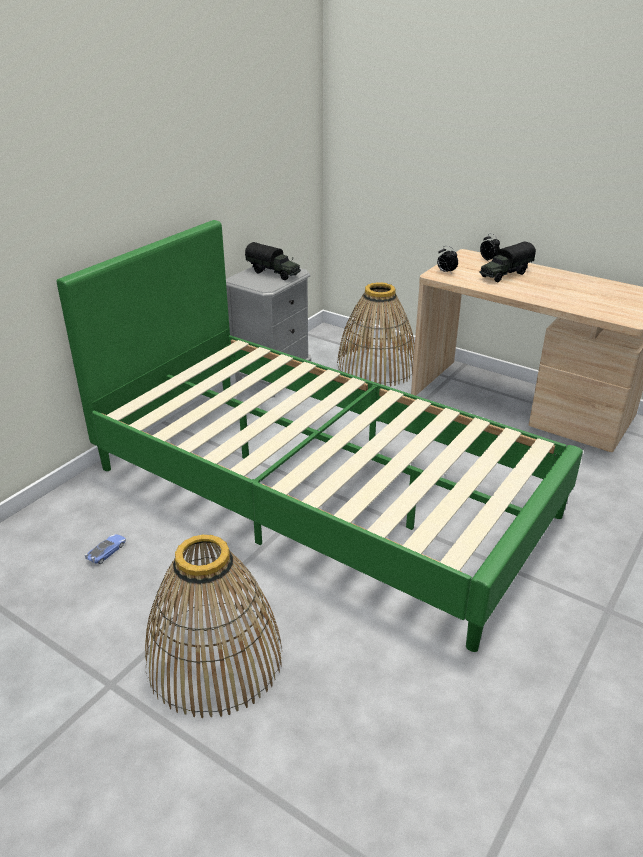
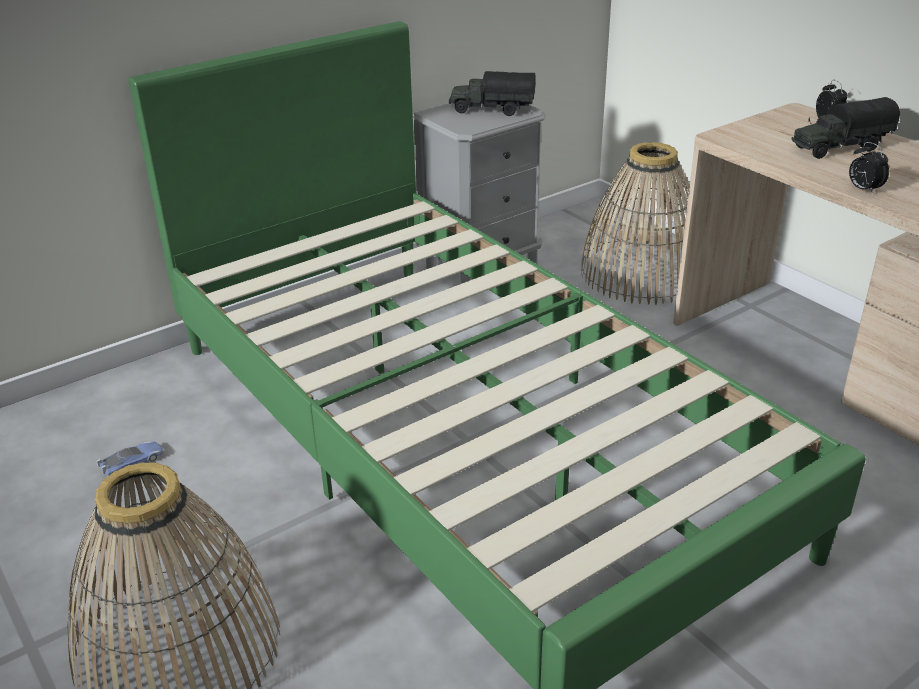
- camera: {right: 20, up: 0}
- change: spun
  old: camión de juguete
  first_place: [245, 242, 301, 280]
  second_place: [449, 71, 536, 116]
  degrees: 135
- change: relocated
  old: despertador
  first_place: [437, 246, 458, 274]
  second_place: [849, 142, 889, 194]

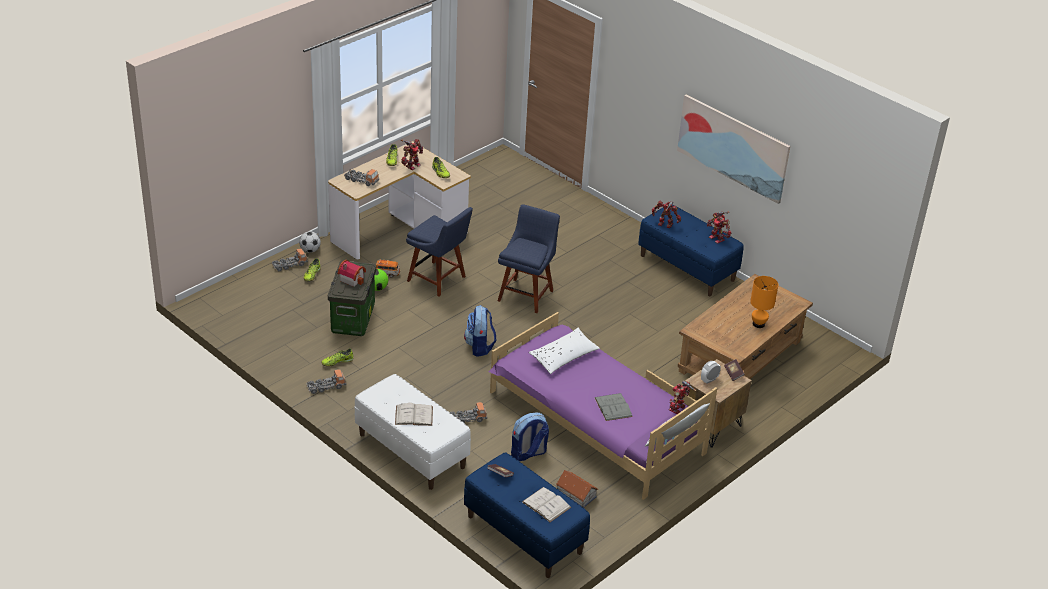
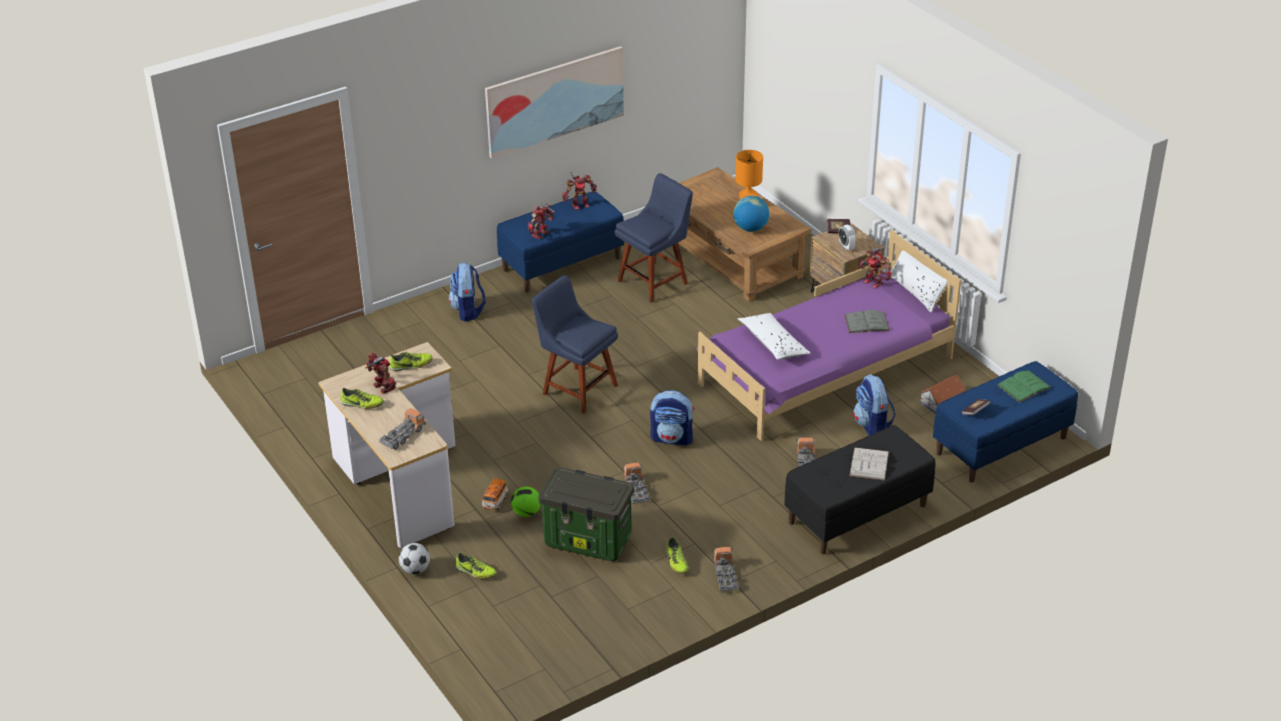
- camera: {right: -75, up: 0}
- change: relocated
  old: silla/azul
  first_place: [406, 207, 473, 297]
  second_place: [615, 173, 693, 303]
- change: relocated
  old: camión de juguete
  first_place: [272, 249, 308, 271]
  second_place: [623, 463, 650, 504]
- change: missing
  old: casita
  first_place: [338, 260, 366, 287]
- change: colour
  old: banco/blanco
  new: banco/negro
  first_place: [354, 374, 471, 490]
  second_place: [784, 425, 936, 554]
- change: colour
  old: libro/blanco
  new: libro/verde
  first_place: [522, 487, 571, 522]
  second_place: [997, 370, 1052, 402]
- change: appeared
  new: globo terráqueo
  second_place: [733, 196, 769, 232]
- change: appeared
  new: mochila
  second_place: [448, 262, 486, 322]

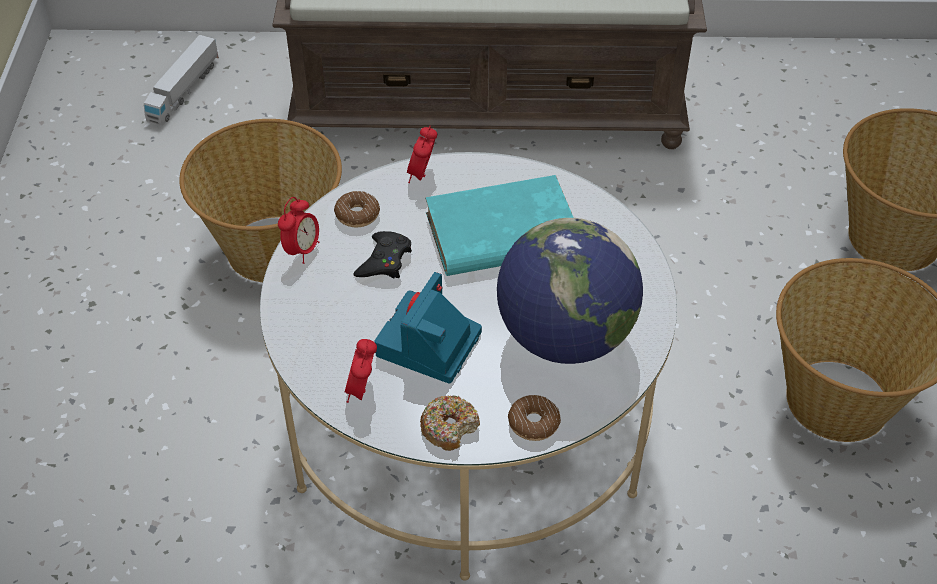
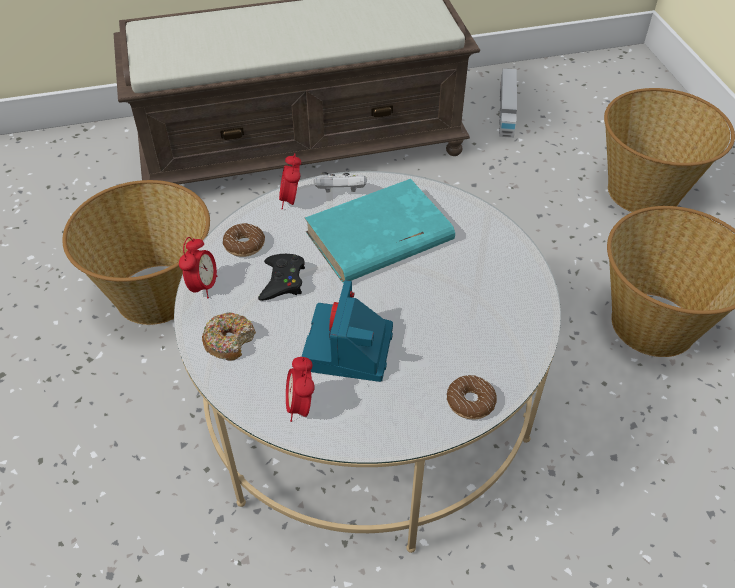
- camera: {right: -15, up: 0}
- change: relocated
  old: camión de juguete
  first_place: [144, 35, 219, 126]
  second_place: [499, 68, 517, 138]
- change: missing
  old: globo terráqueo
  first_place: [497, 218, 643, 364]
- change: relocated
  old: rosquilla
  first_place: [420, 395, 480, 451]
  second_place: [202, 313, 256, 361]
- change: appeared
  new: mando de consola/blanco
  second_place: [314, 172, 367, 193]

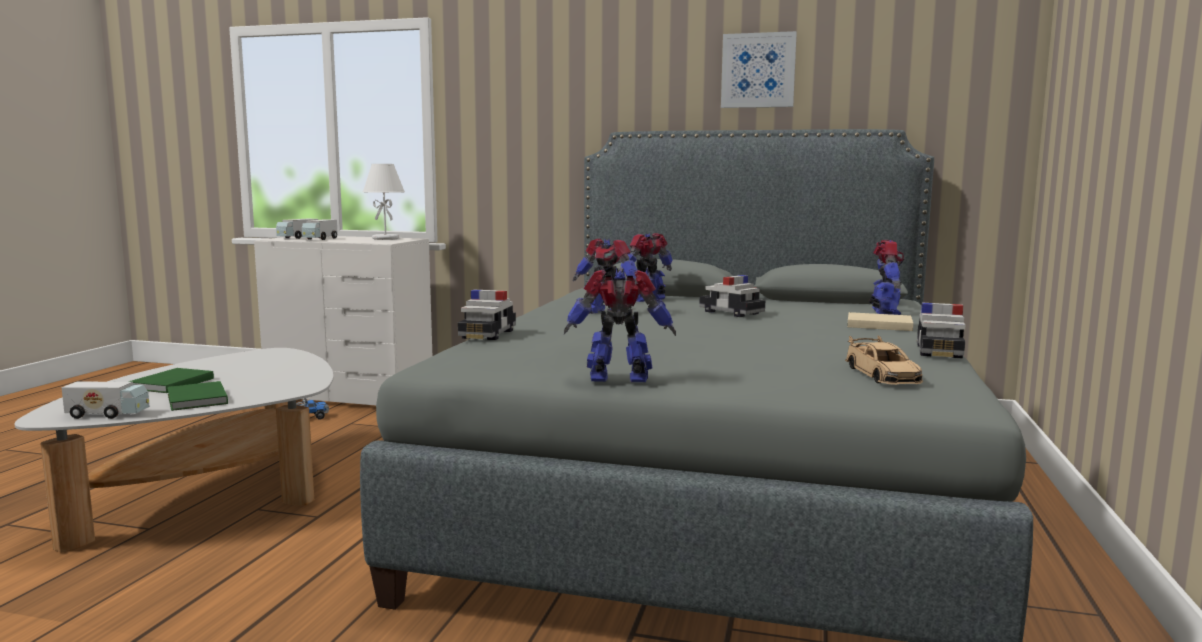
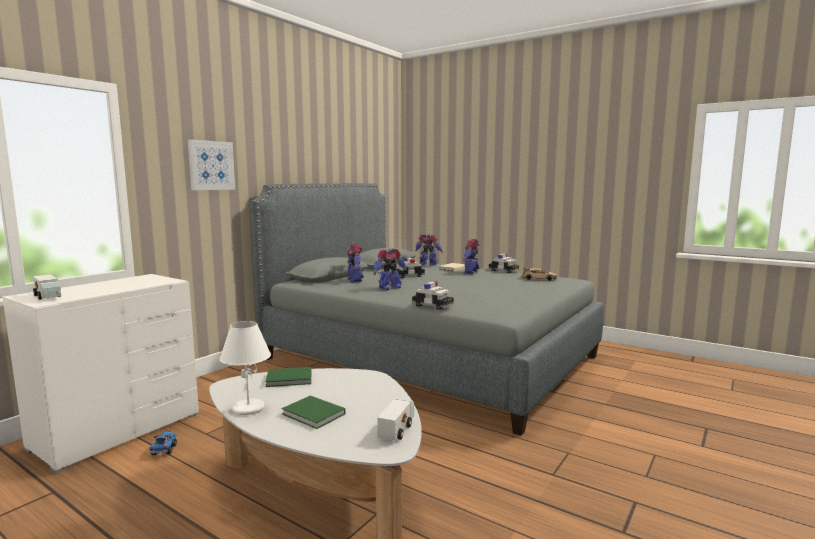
- camera: {right: -70, up: 0}
- change: relocated
  old: cuadro
  first_place: [721, 31, 797, 108]
  second_place: [188, 139, 235, 190]
- change: relocated
  old: lámpara de mesa/blanco
  first_place: [363, 164, 405, 240]
  second_place: [219, 321, 271, 415]
- change: missing
  old: camión de juguete
  first_place: [302, 219, 338, 240]
- change: relocated
  old: robot de juguete
  first_place: [564, 268, 676, 382]
  second_place: [463, 239, 480, 274]
- change: relocated
  old: libro/verde
  first_place: [167, 381, 228, 411]
  second_place: [265, 367, 311, 387]

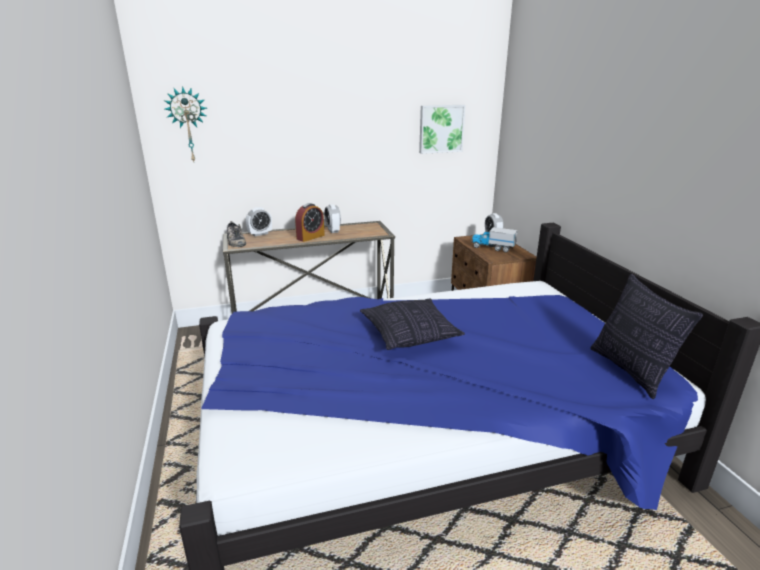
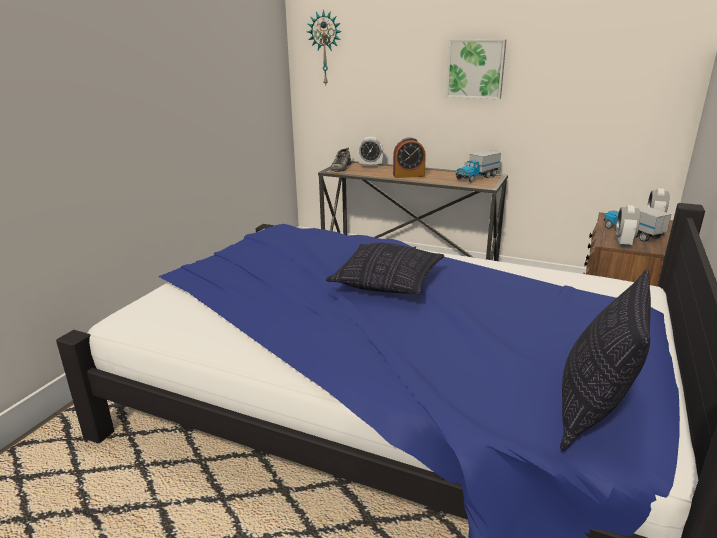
- camera: {right: 40, up: 0}
- change: relocated
  old: cuadro
  first_place: [419, 105, 466, 154]
  second_place: [446, 39, 507, 99]
- change: relocated
  old: despertador
  first_place: [324, 204, 341, 233]
  second_place: [616, 205, 640, 247]
- change: appeared
  new: camión de juguete
  second_place: [456, 150, 501, 182]

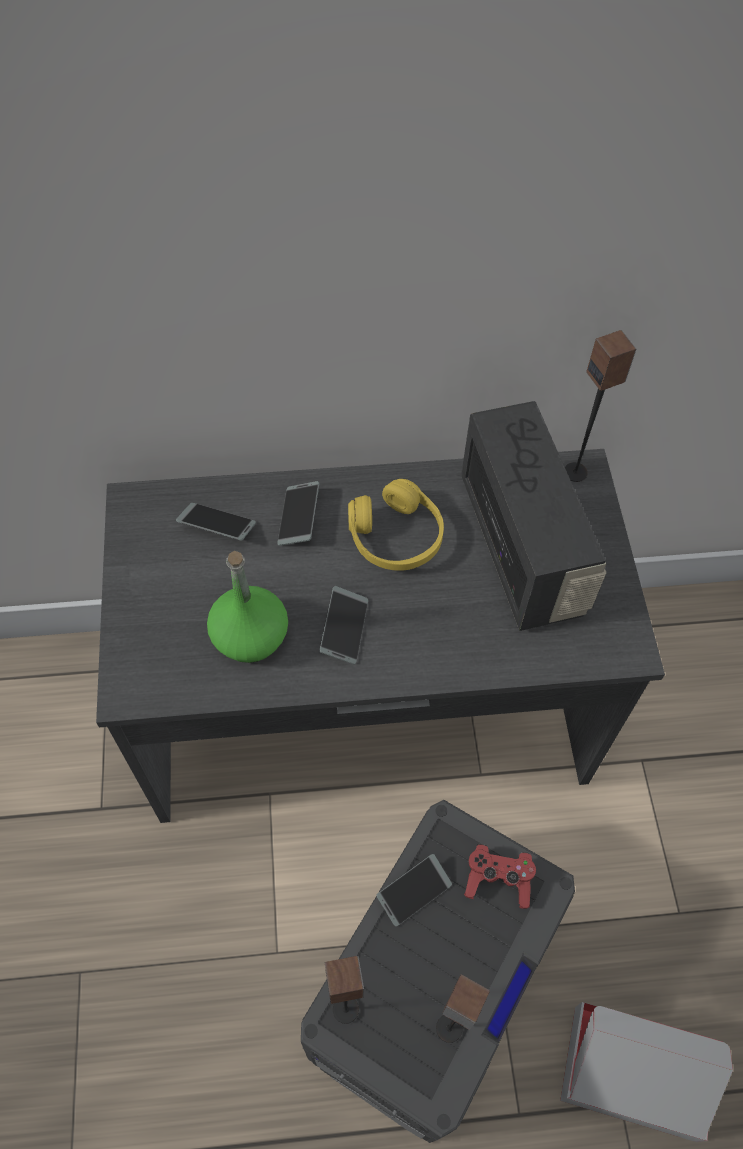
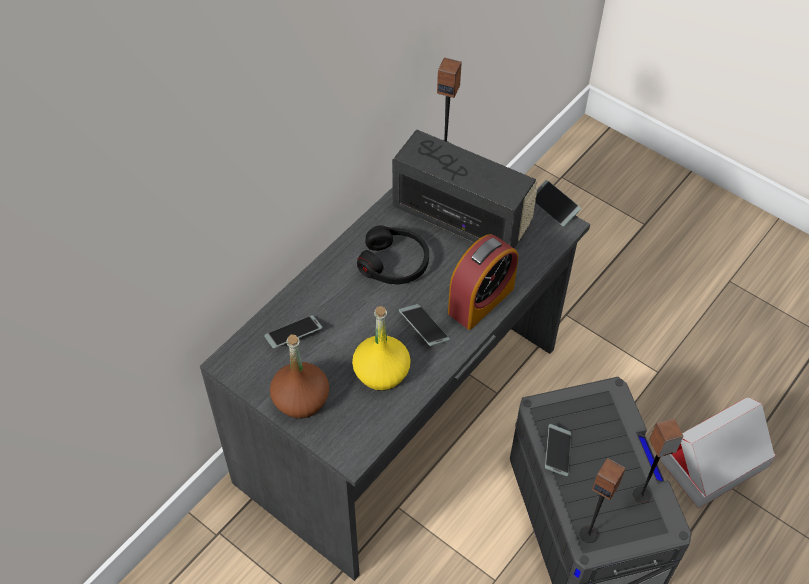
- camera: {right: -45, up: -5}
- change: colour
  old: auriculares/amarillo
  new: auriculares/negro
  first_place: [348, 479, 444, 571]
  second_place: [357, 226, 429, 285]
- change: relocated
  old: móvil
  first_place: [278, 481, 319, 546]
  second_place: [535, 180, 581, 227]
- change: colour
  old: botella/verde
  new: botella/amarillo
  first_place: [207, 551, 288, 663]
  second_place: [352, 306, 411, 391]
- change: missing
  old: mando de consola/rojo
  first_place: [464, 844, 536, 909]
- change: appeared
  new: despertador
  second_place: [448, 234, 518, 330]
- change: appeared
  new: botella/marrón
  second_place: [270, 334, 329, 419]

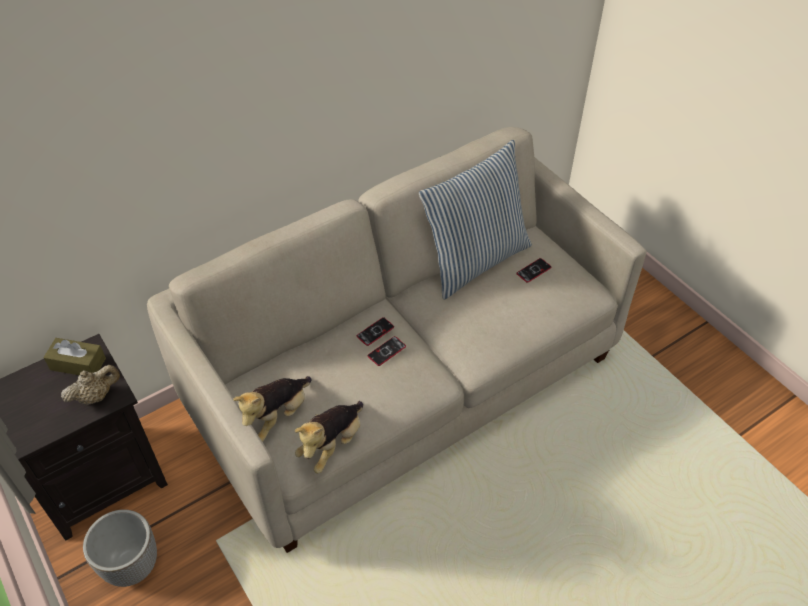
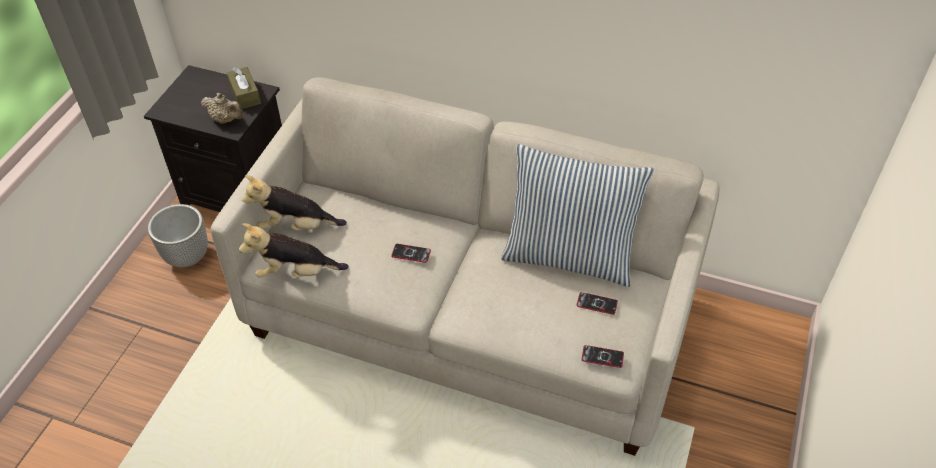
- camera: {right: 55, up: 0}
- change: relocated
  old: móvil
  first_place: [357, 317, 394, 346]
  second_place: [582, 345, 624, 368]

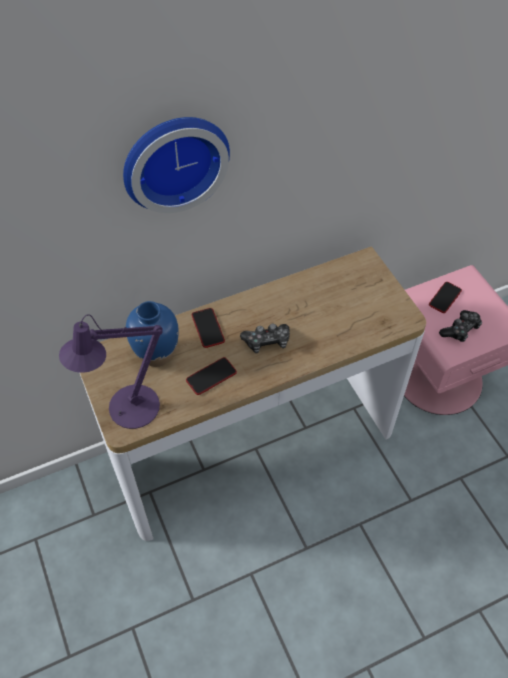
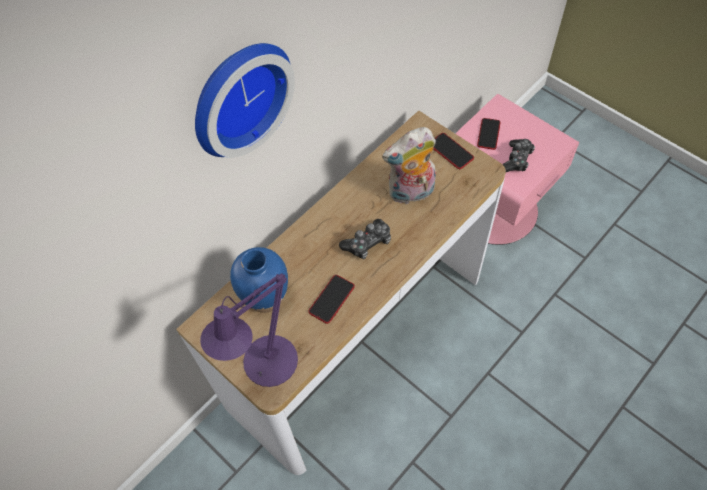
- camera: {right: -20, up: 5}
- change: relocated
  old: móvil
  first_place: [192, 308, 225, 348]
  second_place: [433, 133, 474, 169]
- change: appeared
  new: peluche
  second_place: [382, 127, 436, 204]

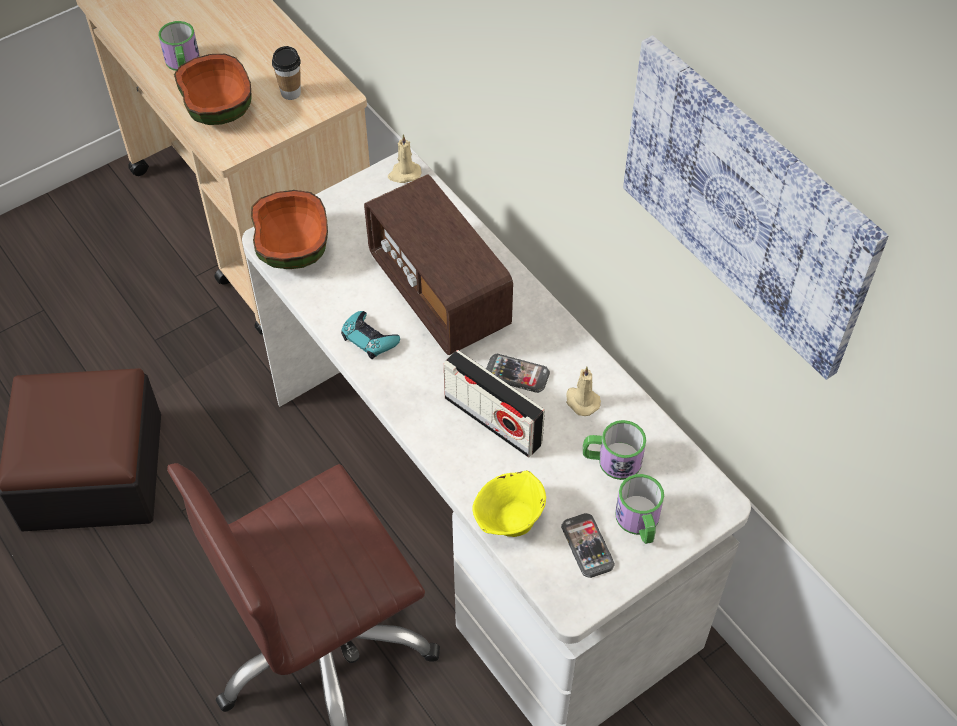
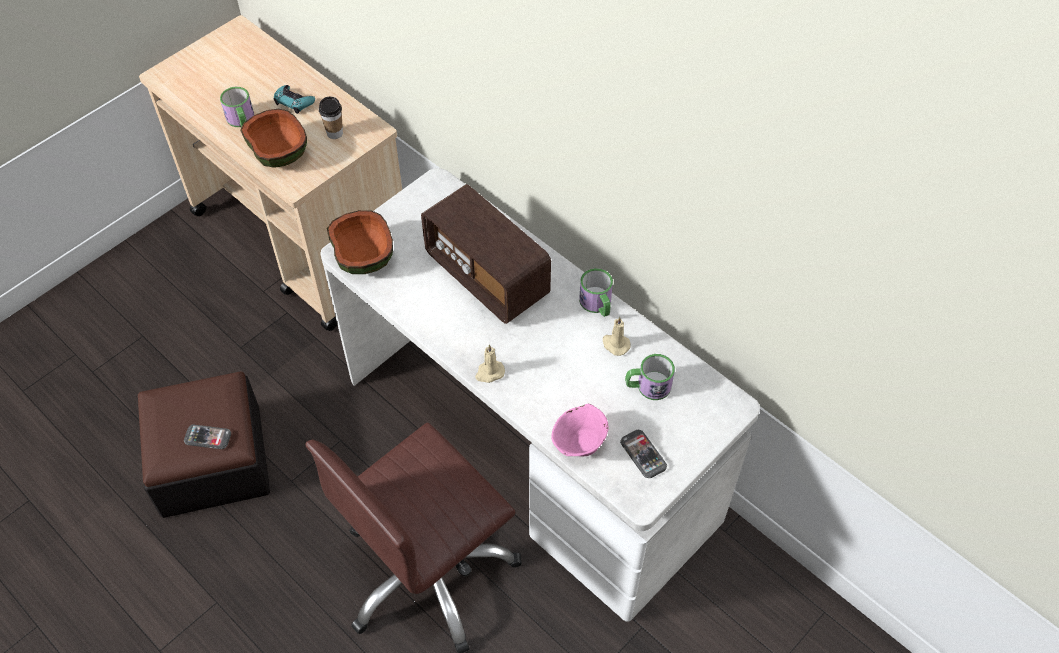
- camera: {right: -10, up: 0}
- change: missing
  old: cuadro
  first_place: [623, 35, 888, 380]
- change: relocated
  old: vela/beis
  first_place: [388, 134, 422, 183]
  second_place: [475, 344, 505, 383]
- change: relocated
  old: mando de consola/turquesa
  first_place: [341, 311, 400, 359]
  second_place: [274, 85, 315, 114]
- change: missing
  old: radio
  first_place: [443, 350, 545, 457]
- change: relocated
  old: móvil
  first_place: [486, 354, 550, 393]
  second_place: [184, 425, 231, 449]
- change: colour
  old: cuenco/amarillo
  new: cuenco/rosa
  first_place: [472, 471, 546, 537]
  second_place: [551, 404, 609, 457]
- change: relocated
  old: taza grande
  first_place: [615, 474, 664, 544]
  second_place: [579, 268, 613, 317]

